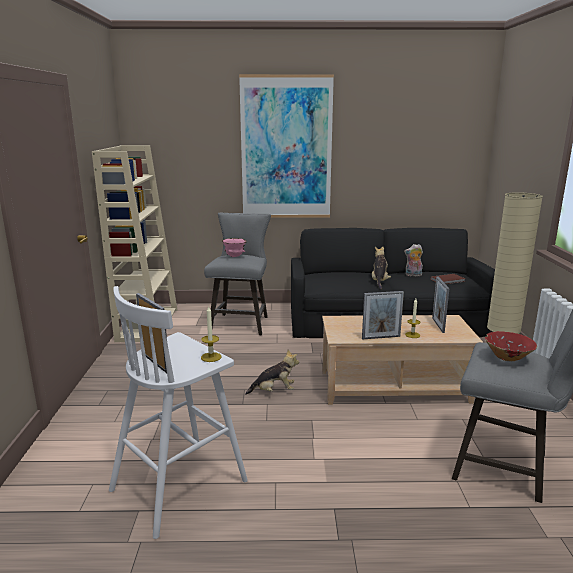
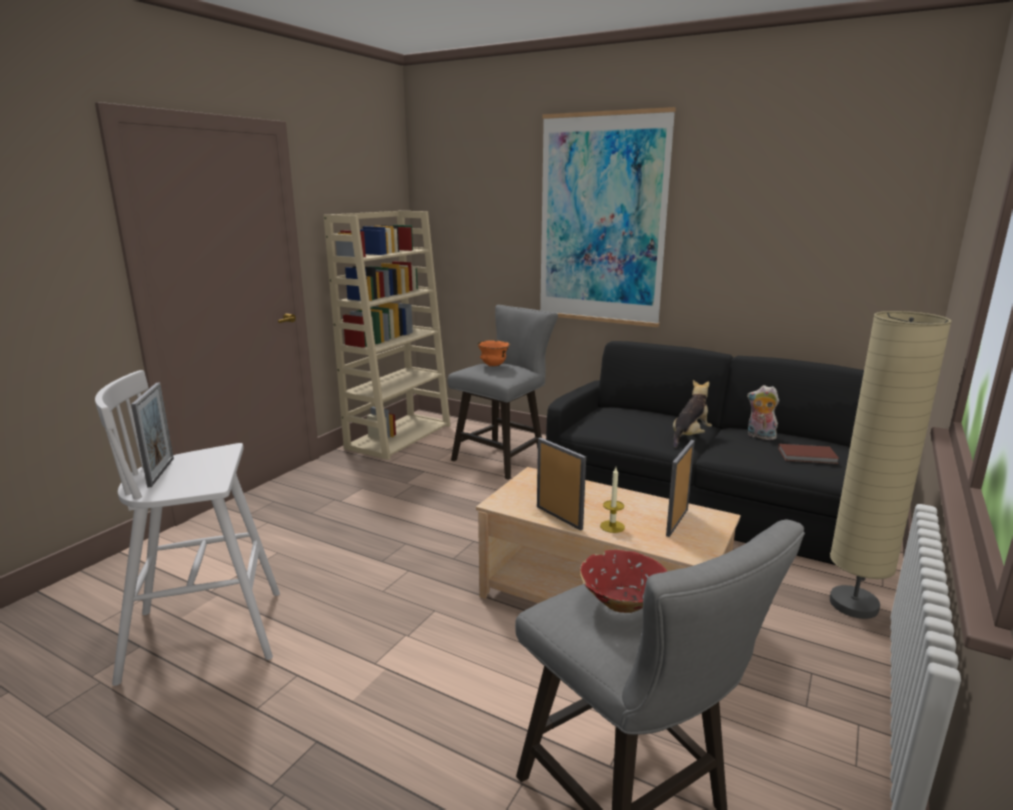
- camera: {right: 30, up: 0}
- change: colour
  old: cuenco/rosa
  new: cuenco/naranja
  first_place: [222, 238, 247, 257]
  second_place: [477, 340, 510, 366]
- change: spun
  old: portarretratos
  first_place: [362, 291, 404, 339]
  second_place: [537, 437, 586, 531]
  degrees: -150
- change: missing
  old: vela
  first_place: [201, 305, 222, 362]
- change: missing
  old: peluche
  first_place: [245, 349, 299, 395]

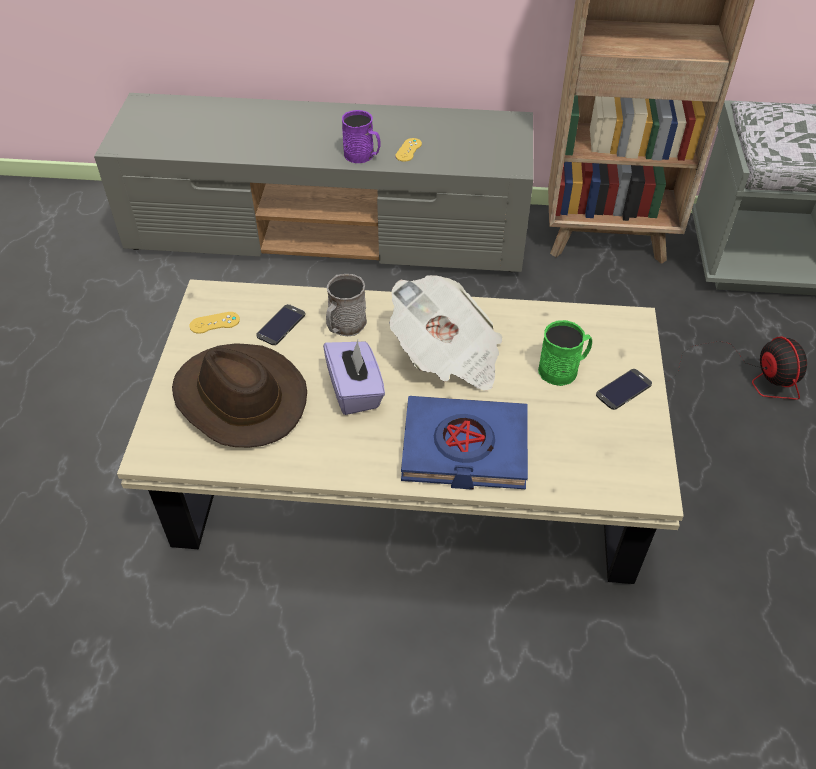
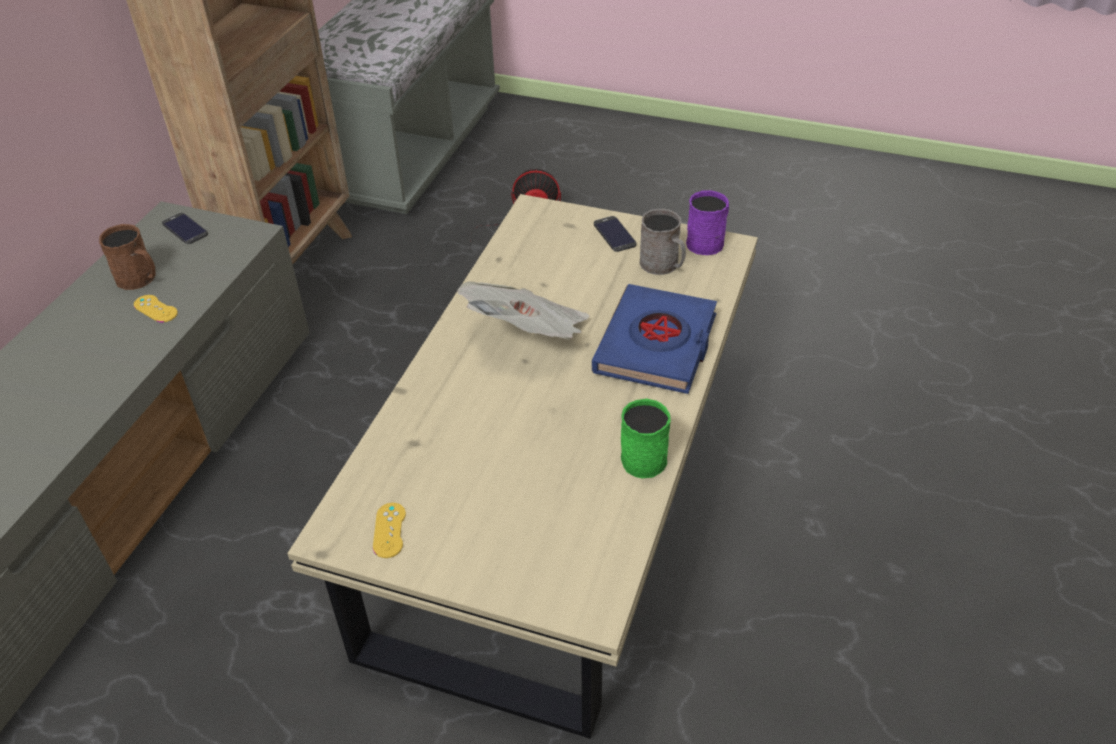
- camera: {right: -75, up: -5}
- change: relocated
  old: taza grande/morado
  first_place: [342, 110, 381, 163]
  second_place: [686, 190, 729, 255]
- change: relocated
  old: taza grande/gris
  first_place: [326, 274, 367, 336]
  second_place: [640, 209, 686, 275]
- change: relocated
  old: móvil
  first_place: [256, 304, 305, 345]
  second_place: [162, 213, 208, 244]
- change: relocated
  old: taza grande/verde
  first_place: [538, 320, 592, 386]
  second_place: [621, 398, 671, 478]
- change: missing
  old: caja de pañuelos/morado
  first_place: [323, 340, 385, 415]
- change: missing
  old: sombrero/marrón
  first_place: [172, 343, 307, 447]
- change: appeared
  new: taza grande/marrón
  second_place: [99, 224, 156, 290]

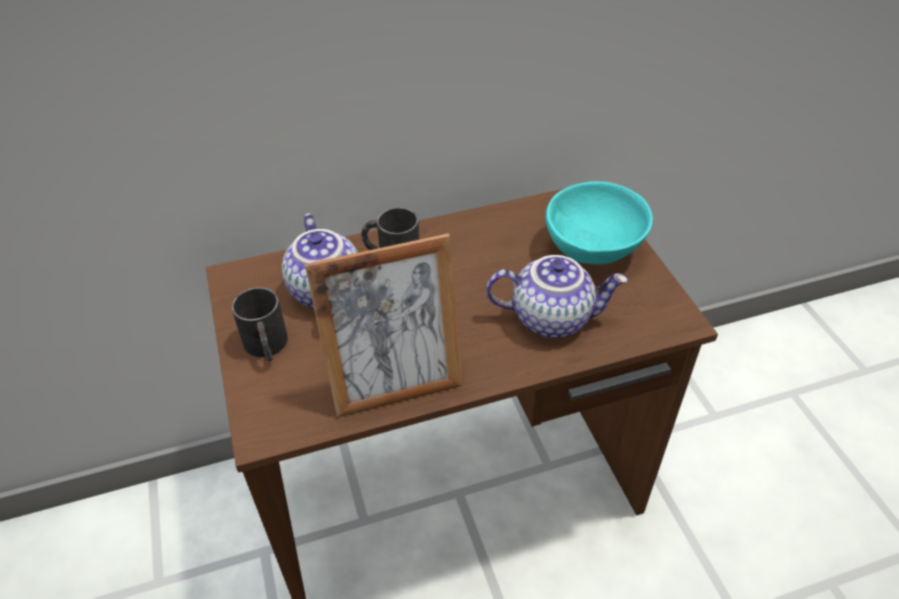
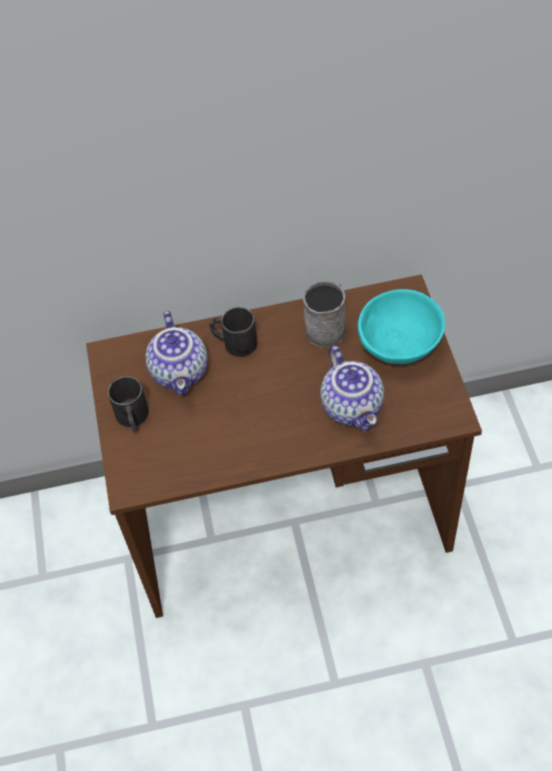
- camera: {right: 10, up: 10}
- change: missing
  old: portarretratos
  first_place: [305, 233, 462, 417]
- change: spun
  old: tetera
  first_place: [486, 255, 628, 338]
  second_place: [320, 346, 384, 431]
  degrees: 60
- change: appeared
  new: taza grande/gris
  second_place: [303, 280, 346, 347]

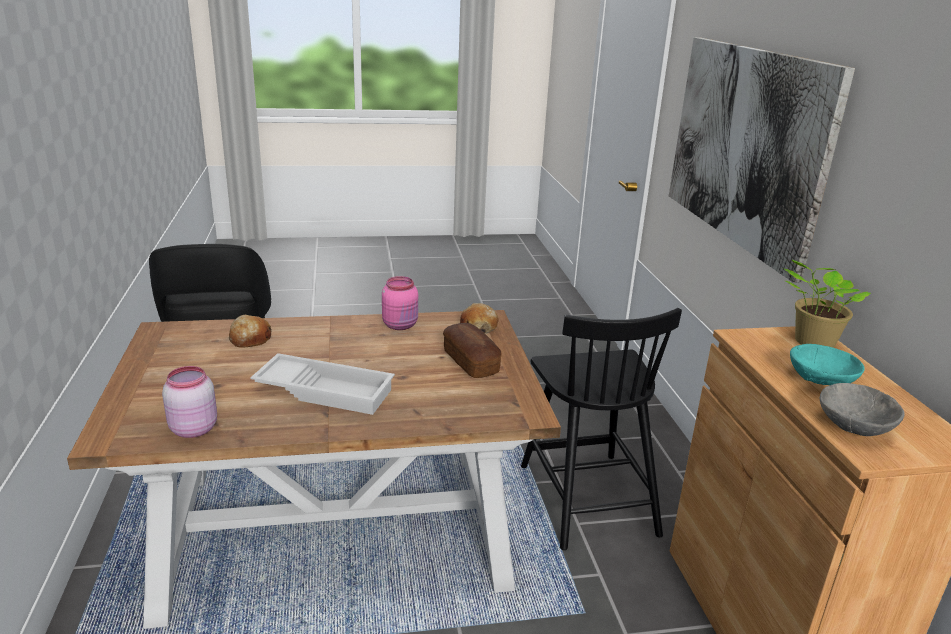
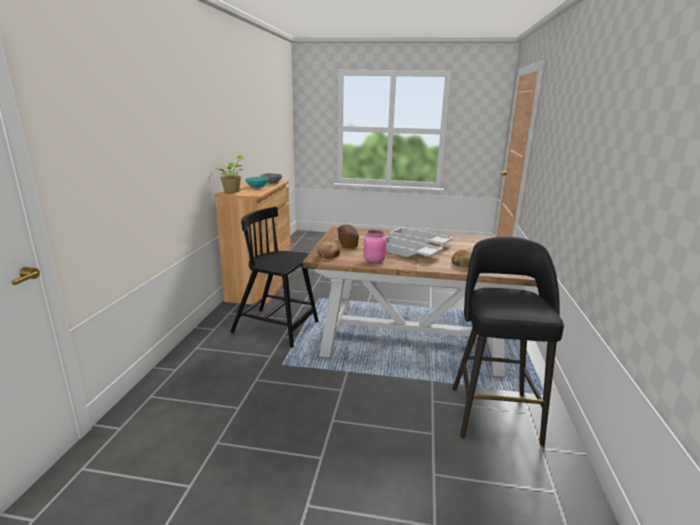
- camera: {right: -160, up: -5}
- change: missing
  old: cuadro
  first_place: [669, 37, 855, 283]
- change: spun
  old: silla/negro
  first_place: [521, 308, 682, 550]
  second_place: [230, 207, 318, 348]
  degrees: -75
- change: missing
  old: tarro/rosa
  first_place: [162, 366, 217, 438]
- change: appeared
  new: bandeja/blanco
  second_place: [385, 236, 443, 257]

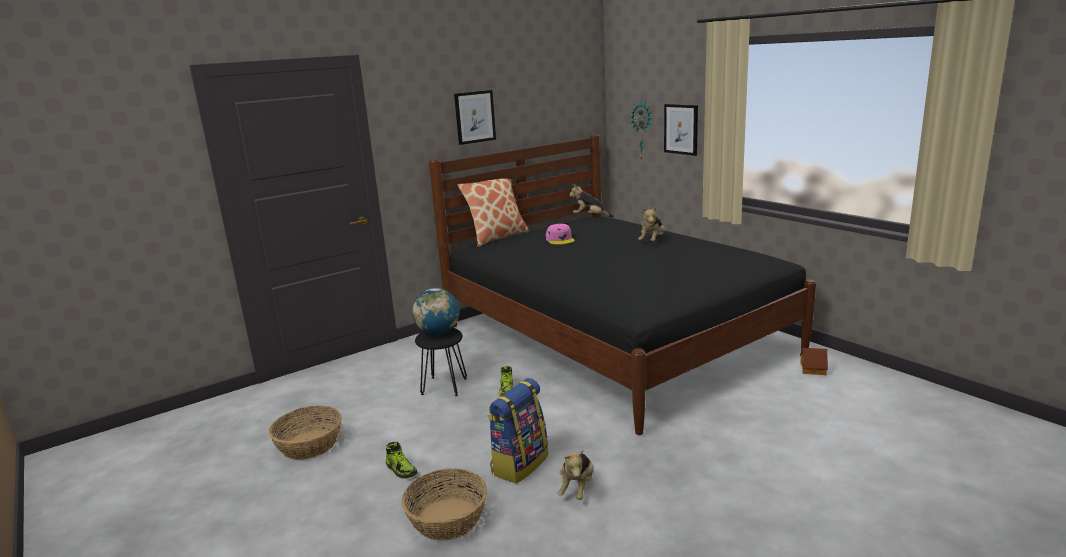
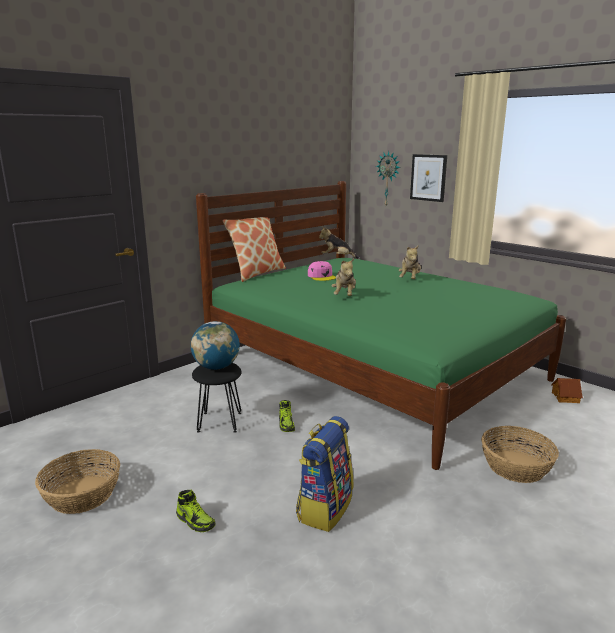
- camera: {right: -10, up: 0}
- change: missing
  old: cuadro
  first_place: [454, 90, 496, 145]
- change: colour
  old: cama/negro
  new: cama/verde
  first_place: [429, 134, 816, 435]
  second_place: [196, 181, 566, 470]
- change: relocated
  old: peluche
  first_place: [558, 450, 594, 500]
  second_place: [332, 258, 356, 296]
- change: relocated
  old: cesta
  first_place: [401, 468, 487, 541]
  second_place: [481, 426, 559, 483]

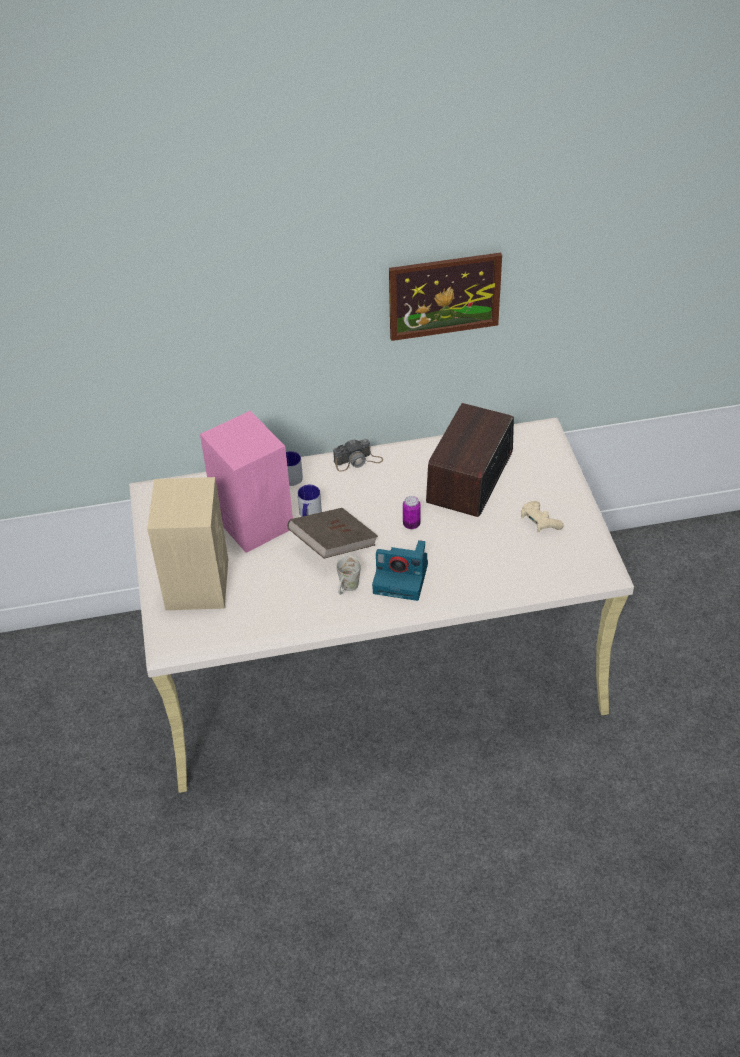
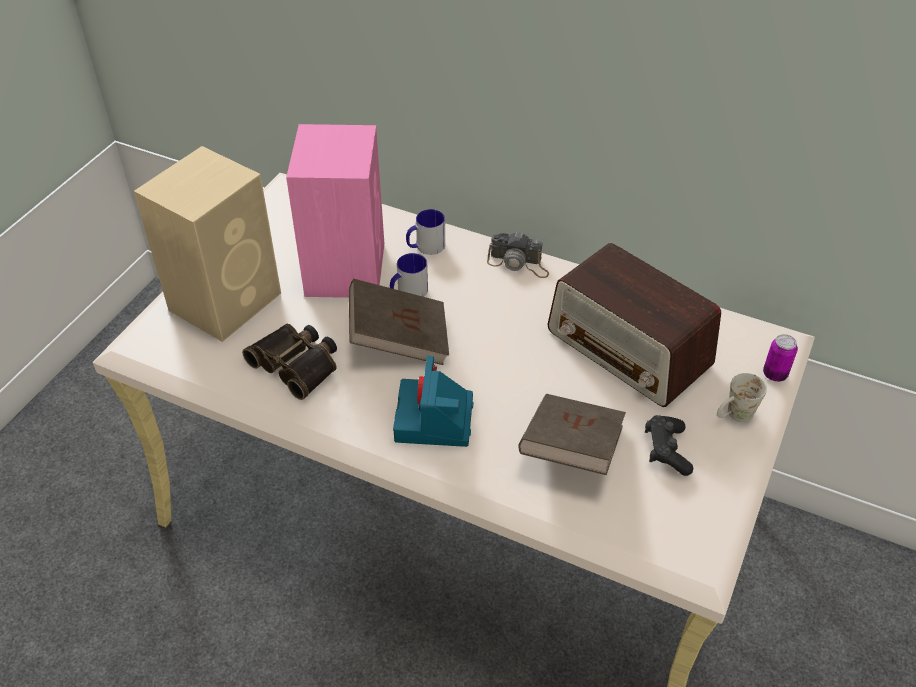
- camera: {right: 35, up: 0}
- change: missing
  old: cuadro
  first_place: [389, 253, 502, 341]
- change: spun
  old: radio
  first_place: [426, 403, 514, 517]
  second_place: [547, 243, 721, 407]
  degrees: -105
- change: relocated
  old: lata
  first_place: [403, 496, 421, 529]
  second_place: [763, 334, 798, 382]
- change: colour
  old: mando de consola/beis
  new: mando de consola/negro
  first_place: [521, 501, 563, 532]
  second_place: [645, 415, 693, 476]
- change: spun
  old: cámara
  first_place: [372, 540, 428, 601]
  second_place: [393, 356, 474, 447]
  degrees: 45
- change: relocated
  old: taza grande/blanco
  first_place: [336, 556, 361, 595]
  second_place: [717, 373, 767, 422]
- change: appeared
  new: prismáticos
  second_place: [242, 324, 337, 400]
- change: appeared
  new: libro/marrón
  second_place: [518, 394, 626, 475]

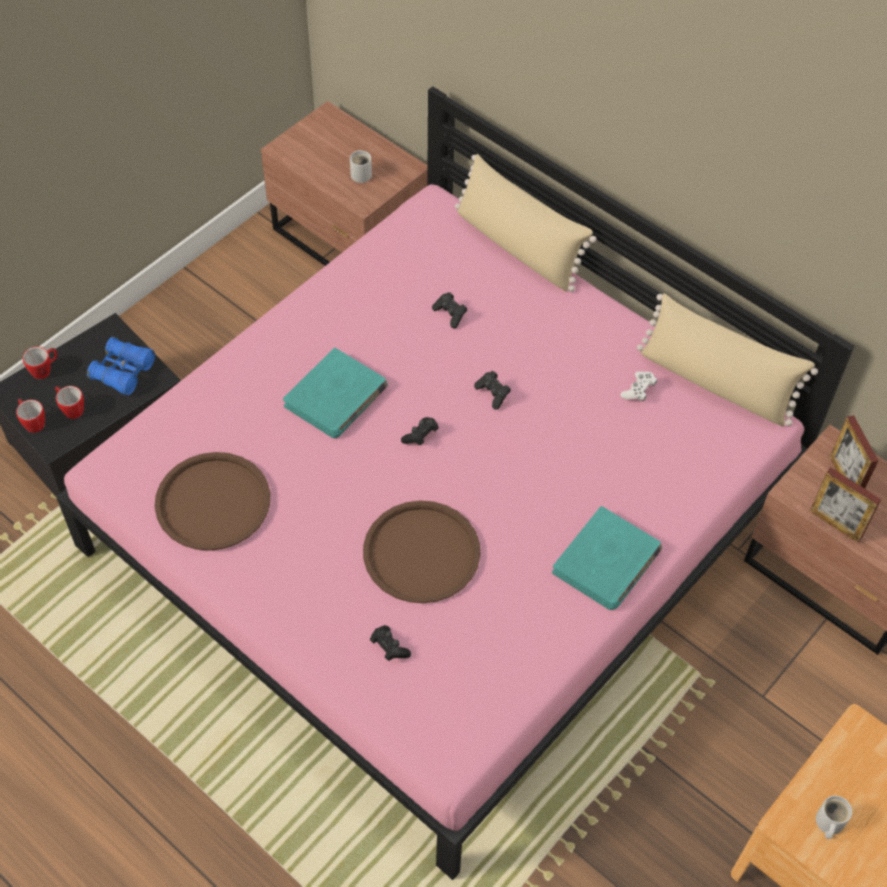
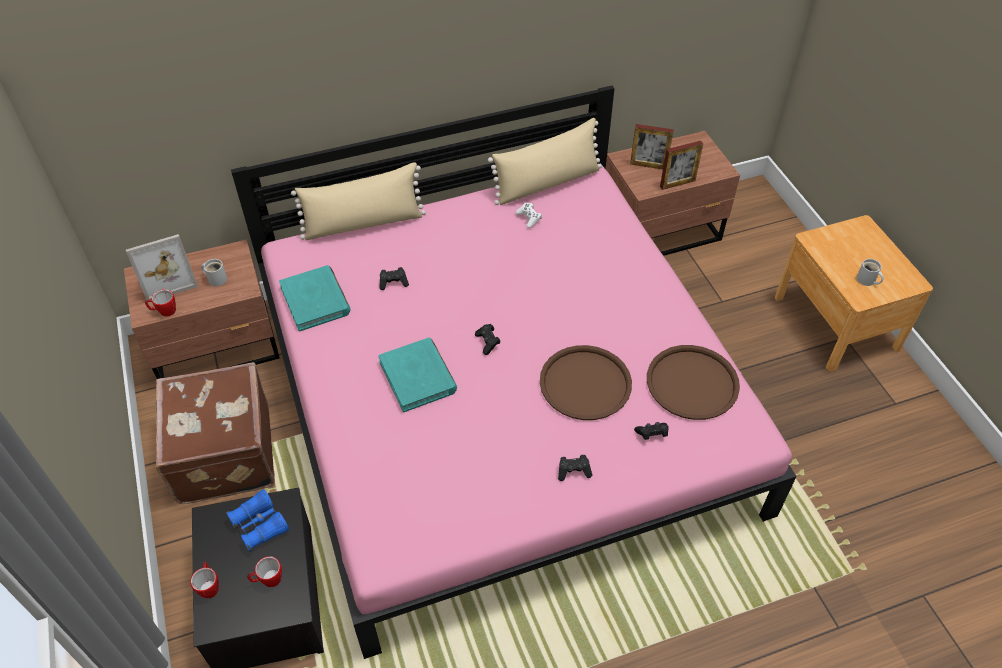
- camera: {right: -60, up: -5}
- change: relocated
  old: mando de consola/negro
  first_place: [474, 371, 511, 410]
  second_place: [558, 455, 592, 481]
- change: relocated
  old: taza grande
  first_place: [16, 399, 45, 433]
  second_place: [145, 289, 176, 317]
- change: relocated
  old: bandeja/marrón
  first_place: [155, 452, 270, 551]
  second_place: [647, 345, 740, 420]
- change: relocated
  old: libro/turquesa
  first_place: [552, 506, 662, 610]
  second_place: [279, 265, 351, 332]
- change: appeared
  new: portarretratos
  second_place: [126, 234, 198, 300]
- change: appeared
  new: maleta/marrón
  second_place: [155, 362, 275, 504]

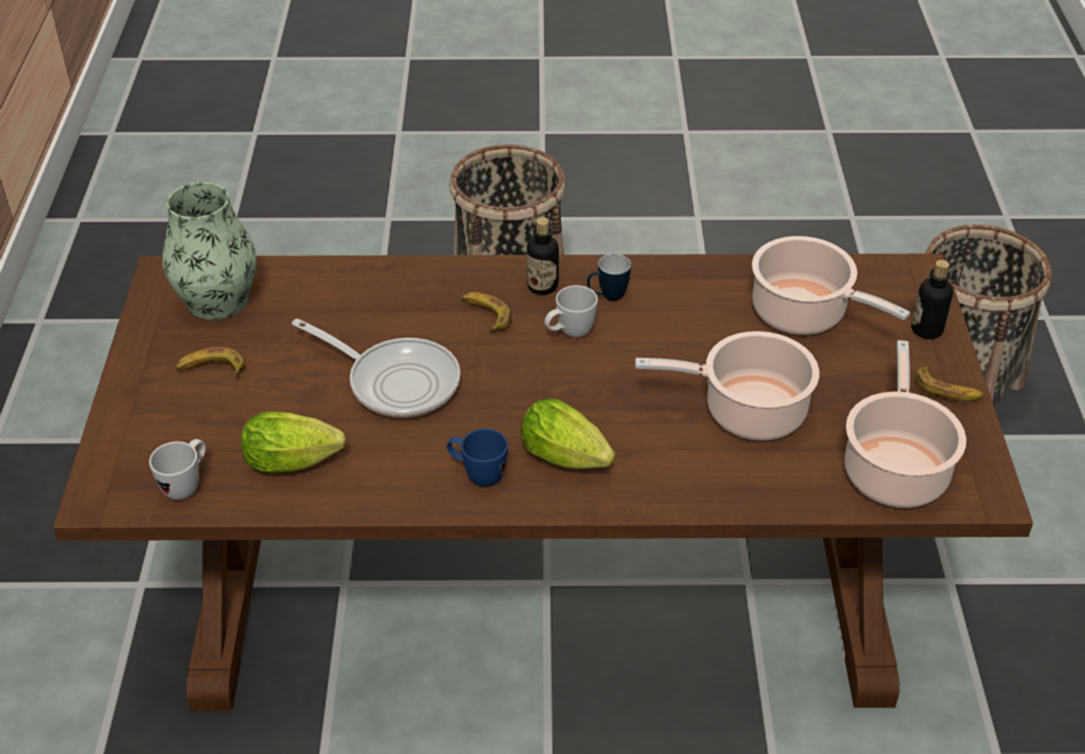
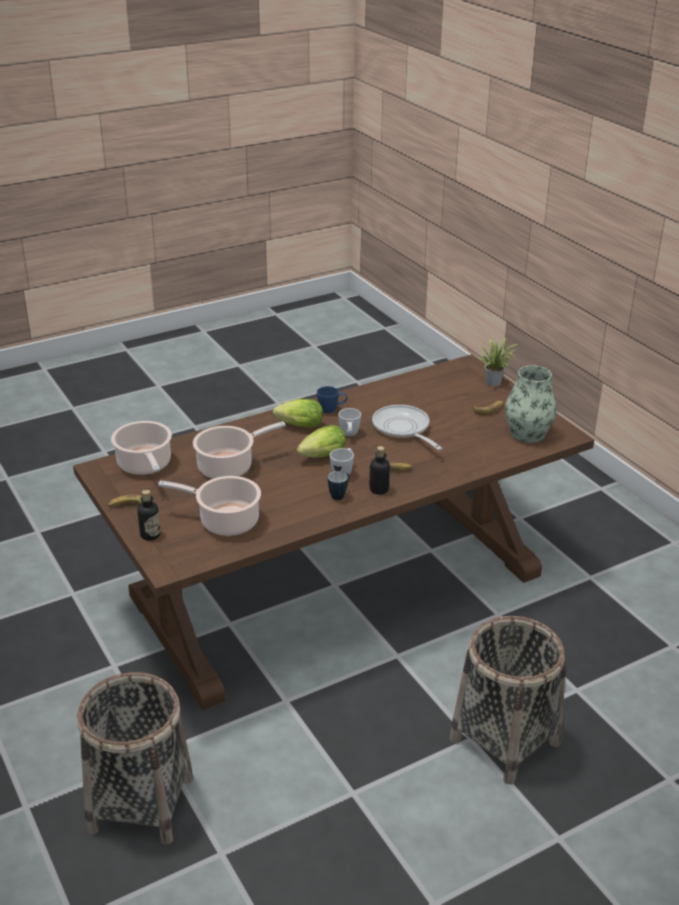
- camera: {right: 150, up: -10}
- change: spun
  old: sartén
  first_place: [292, 318, 461, 418]
  second_place: [372, 405, 442, 450]
  degrees: 60
- change: relocated
  old: lechuga
  first_place: [241, 412, 346, 473]
  second_place: [297, 425, 346, 458]
- change: relocated
  old: taza grande/blanco
  first_place: [149, 439, 206, 500]
  second_place: [338, 408, 361, 436]
- change: appeared
  new: planta en maceta
  second_place: [478, 337, 518, 386]

